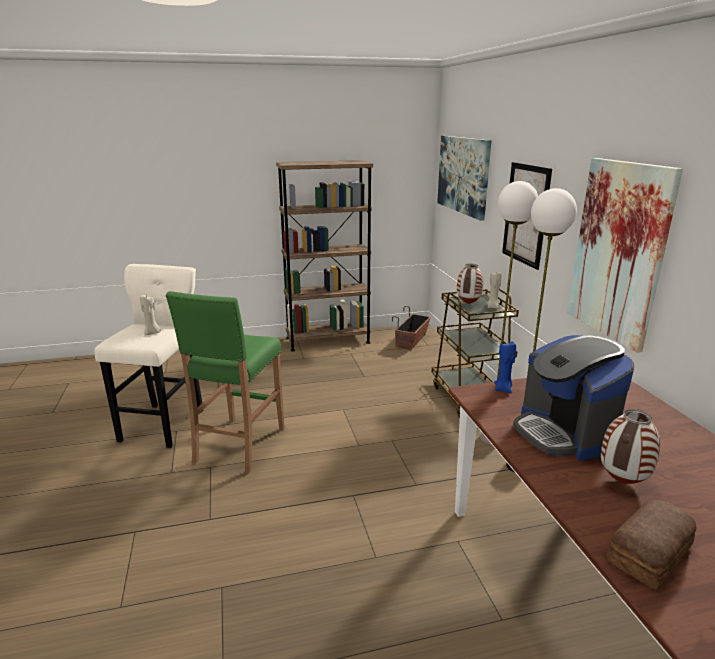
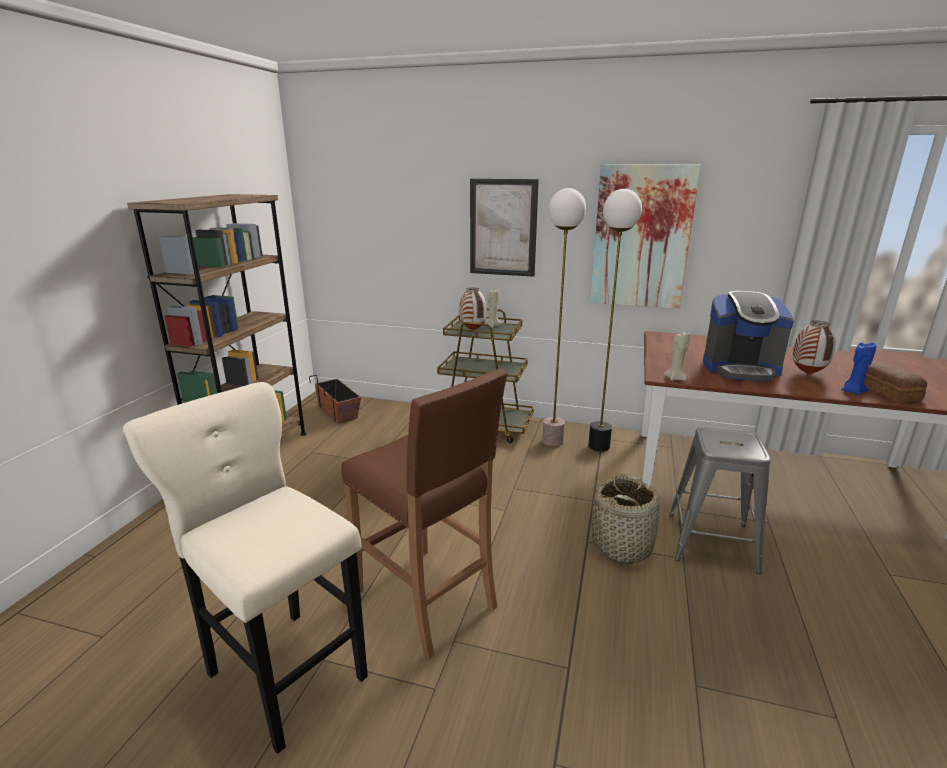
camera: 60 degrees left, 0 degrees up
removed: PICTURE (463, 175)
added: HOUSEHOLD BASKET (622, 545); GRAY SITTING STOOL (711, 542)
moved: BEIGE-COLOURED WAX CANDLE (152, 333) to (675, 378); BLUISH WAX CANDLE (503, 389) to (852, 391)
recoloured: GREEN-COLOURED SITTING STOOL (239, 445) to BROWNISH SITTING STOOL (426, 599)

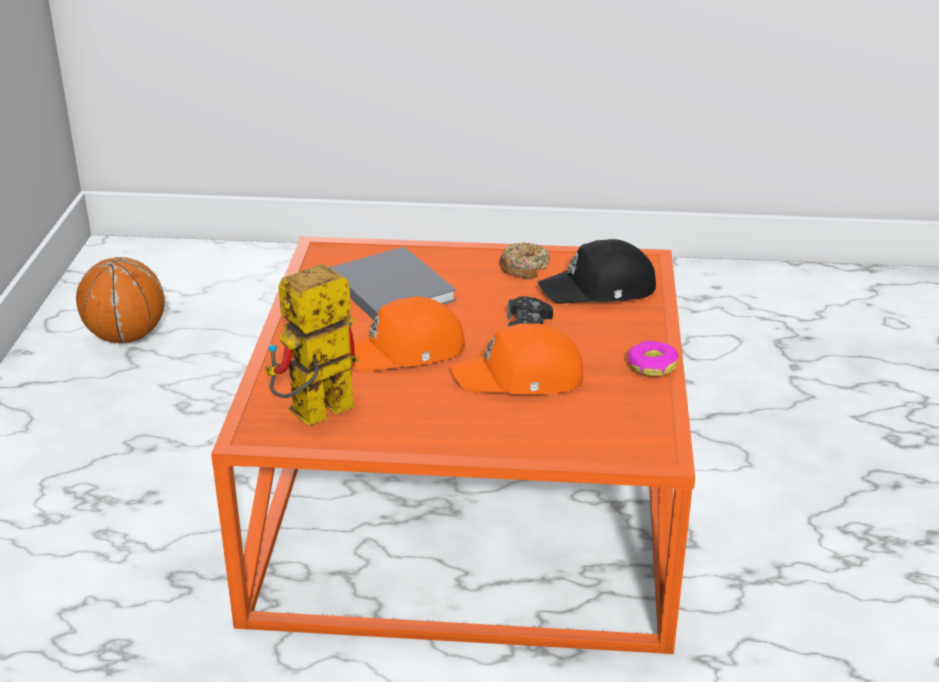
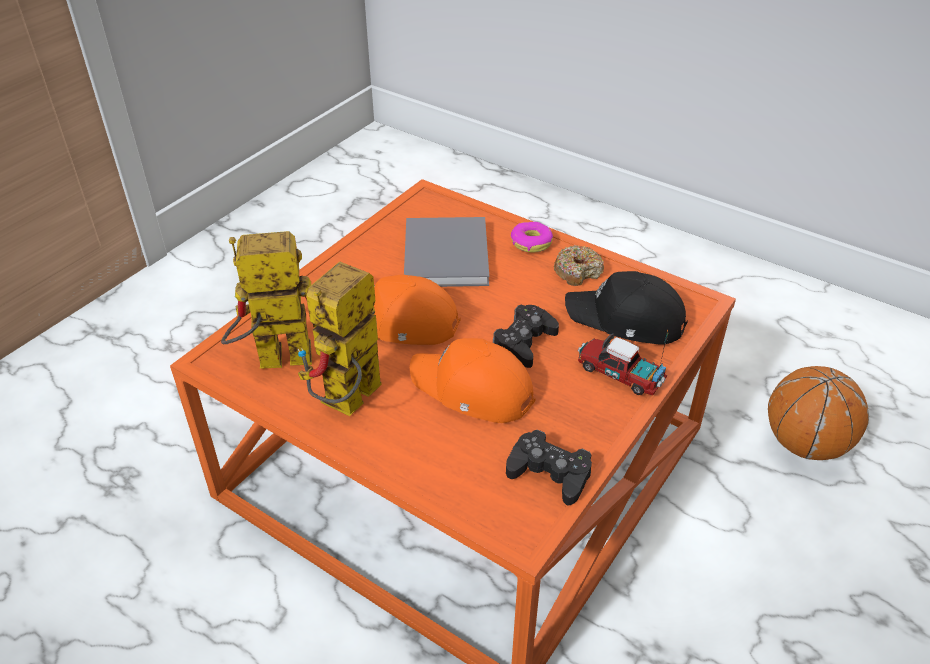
camera: 30 degrees right, 10 degrees up
added: TOY ROBOT (348, 404); BLACKISH GAME CONTROLLER (549, 473); TOY LORRY (619, 374)
moved: DOUGHNUT (651, 365) to (531, 242); BALL FOR BASKETBALL (126, 337) to (805, 444)

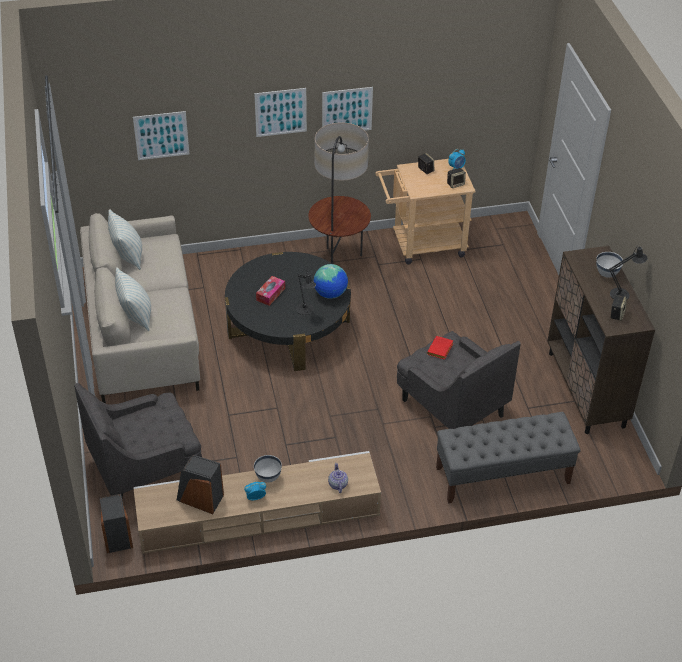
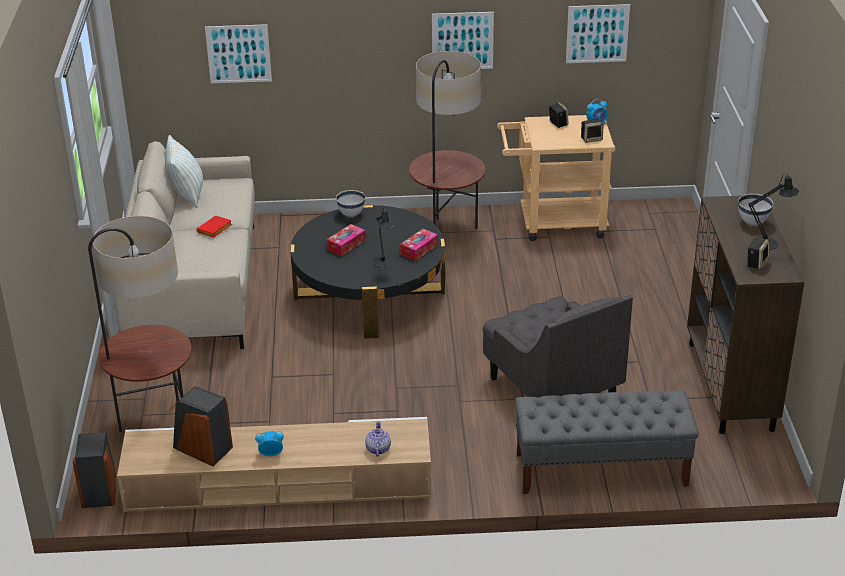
camera: 10 degrees right, 10 degrees down
removed: THROW PILLOW (136, 316)
moved: RED-COLOURED VOLUME (440, 350) to (214, 230); WHITE-COLOURED DEEP DISH (268, 478) to (351, 214); PICTURE (280, 112) to (597, 33)
replaced: GRAY ARMCHAIR (146, 468) to STANDARD LAMP (156, 423); GLOBE (330, 294) to TISSUE BOX (419, 249)

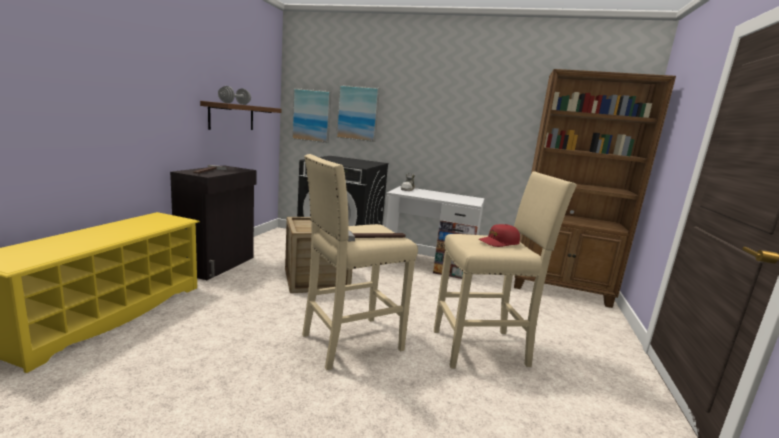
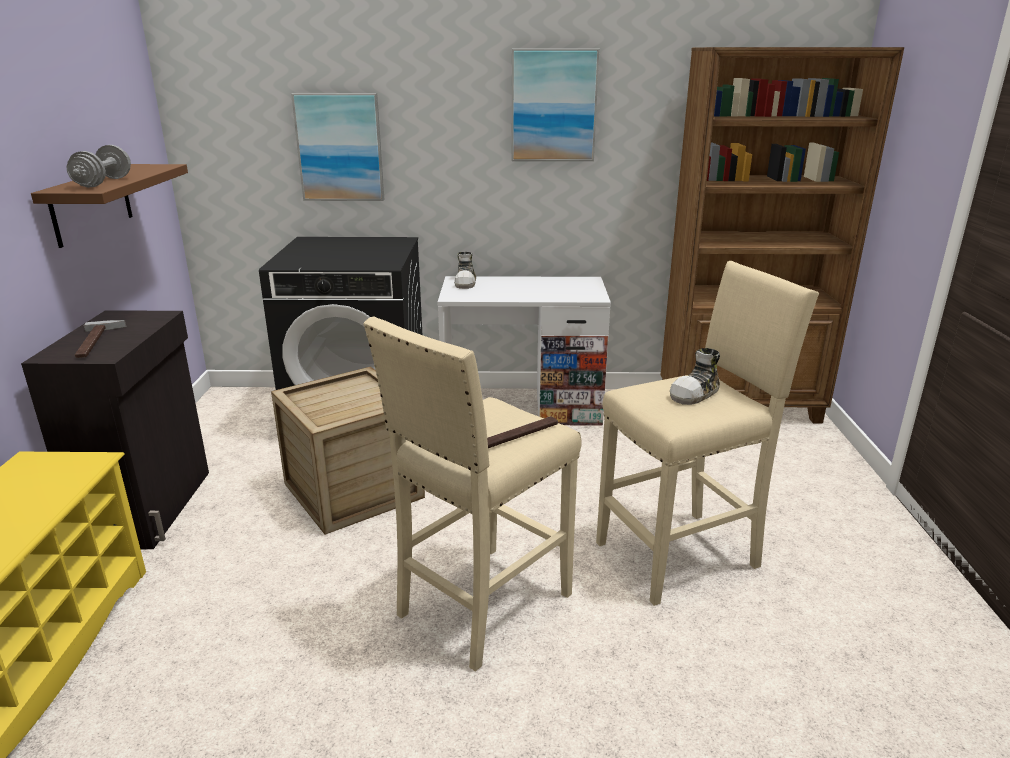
camera: 15 degrees left, 10 degrees up
moved: PICTURE (312, 115) to (553, 106)
replaced: RED-COLOURED BASEBALL CAP (499, 242) to ITEM OF FOOTWEAR (696, 393)

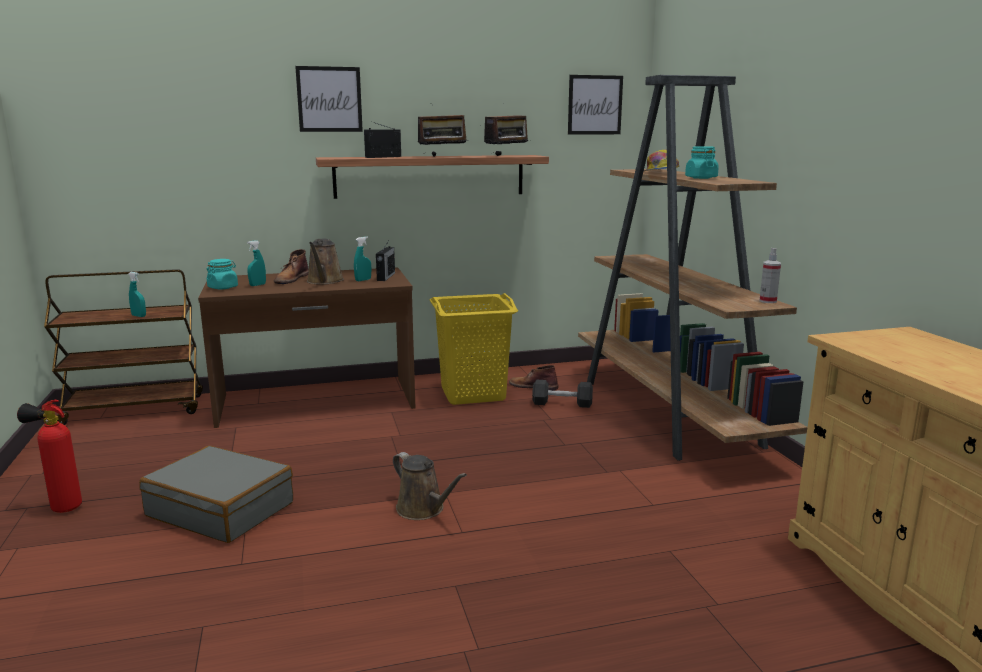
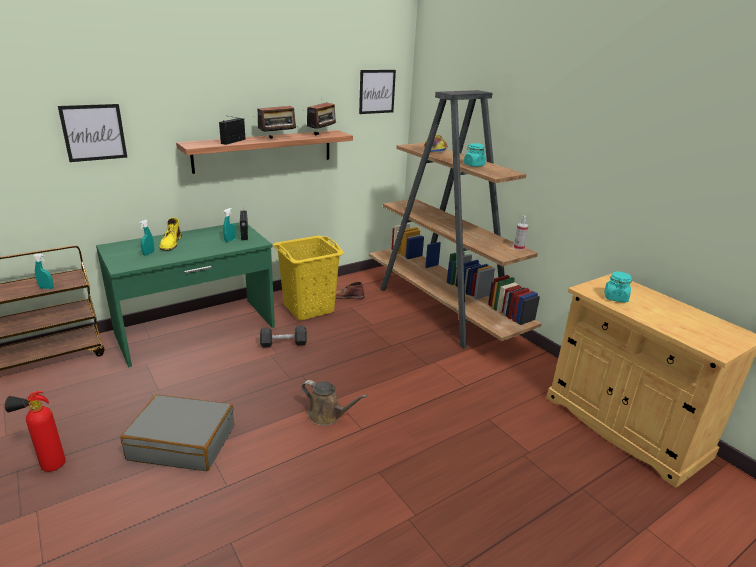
camera: 20 degrees left, 10 degrees up
removed: BROWNISH SPRINKLING CAN (324, 281)
moved: PICTURE (329, 99) to (94, 132); BLACKISH HAND WEIGHT (562, 403) to (283, 343); TURQUOISE-COLOURED STORAGE JAR (223, 287) to (615, 298)
recoloured: BROWNISH DESK UNIT (316, 402) to GREEN-COLOURED DESK UNIT (196, 330); BROWNISH BOOT (291, 279) to YELLOWISH BOOT (171, 243)

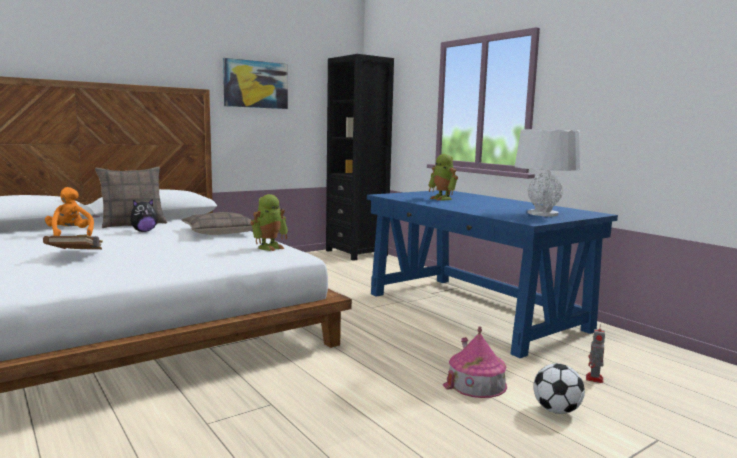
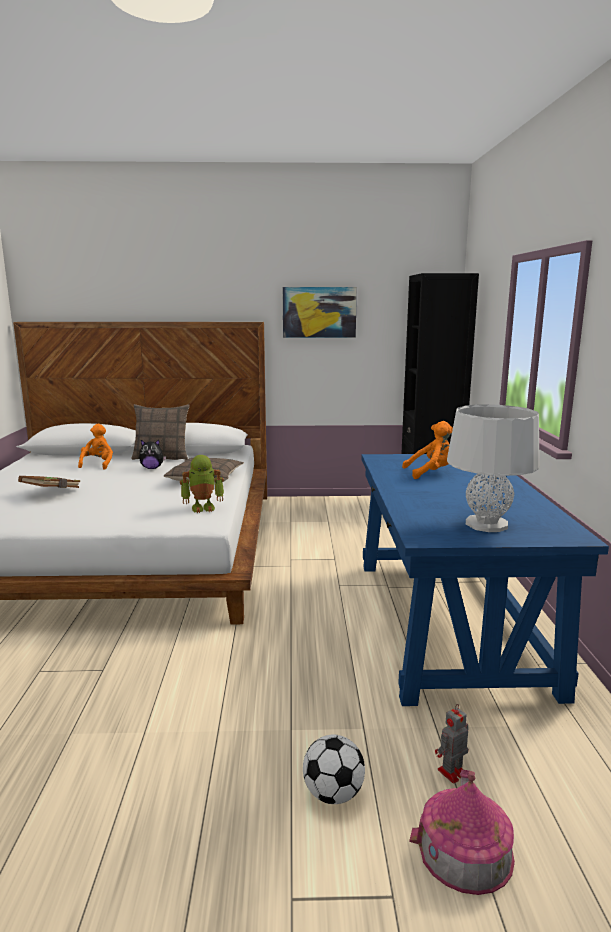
camera: 35 degrees right, 5 degrees up
moved: MODEL HOUSE (476, 383) to (464, 849)
replaced: TOY ROBOT (442, 199) to ORANGEY SOFT TOY (431, 473)

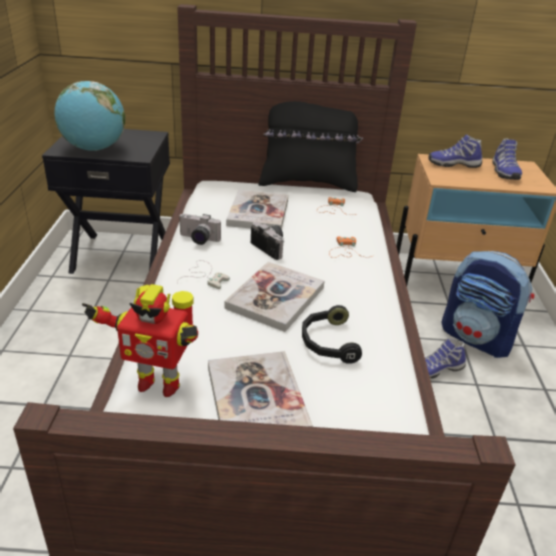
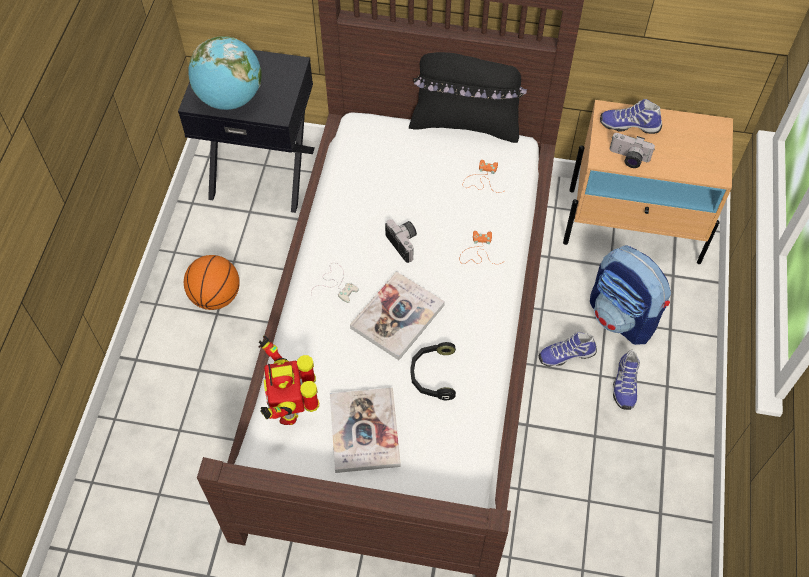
camera: 10 degrees right, 25 degrees up
removed: VOLUME (258, 212)
added: BALL FOR BASKETBALL (216, 296)
moved: PHOTO CAMERA (198, 239) to (628, 158); ITEM OF FOOTWEAR (503, 172) to (624, 384)
turned: TOY ROBOT (158, 382) = (290, 409) 60 degrees clockwise

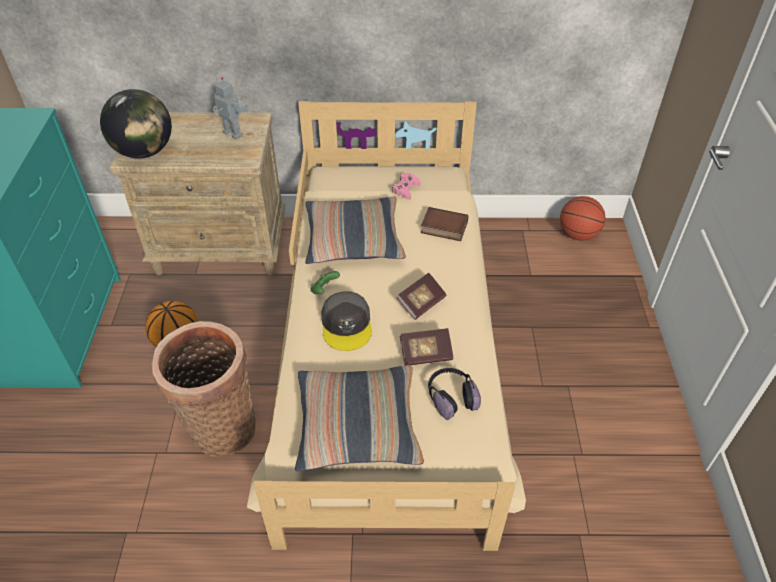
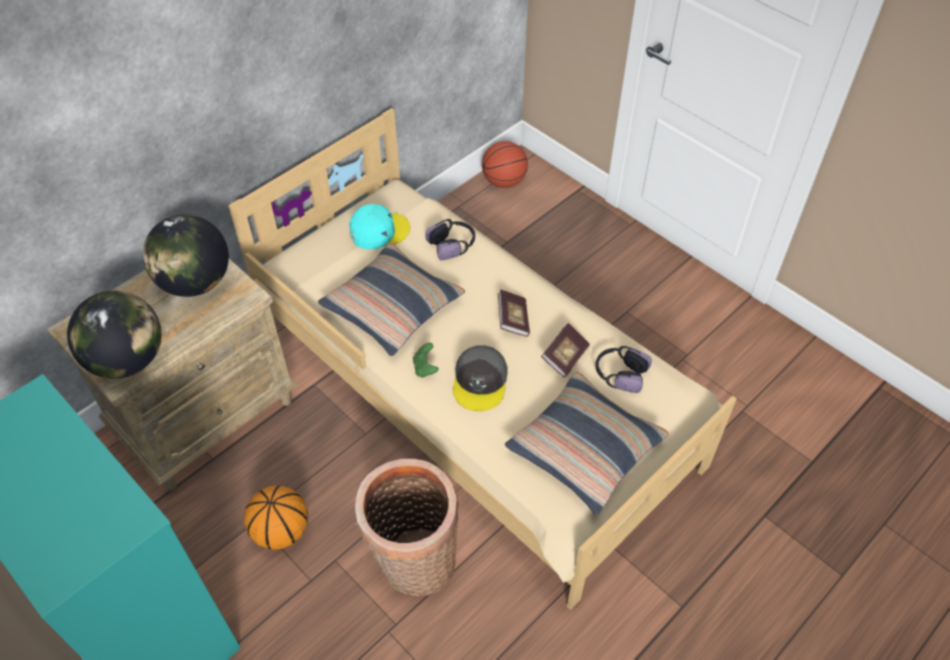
camera: 45 degrees left, 5 degrees up
replaced: TOY ROBOT (231, 134) to GLOBE (195, 282); PINK GAME CONTROLLER (406, 189) to TURQUOISE-COLOURED BASEBALL CAP (379, 231); VOLUME (443, 228) to HEADPHONES (452, 245)
turned: GRAY BASEBALL CAP (347, 325) = (480, 382) 60 degrees clockwise

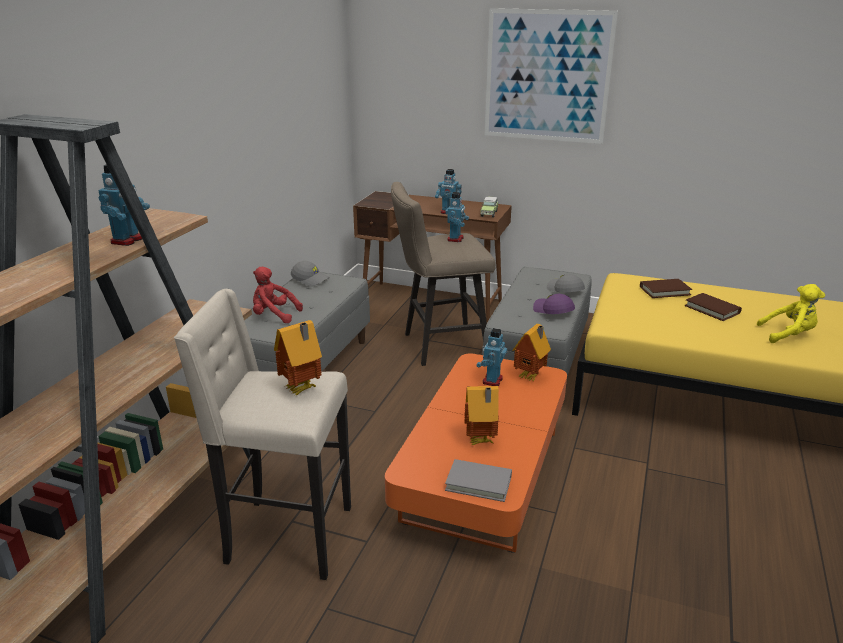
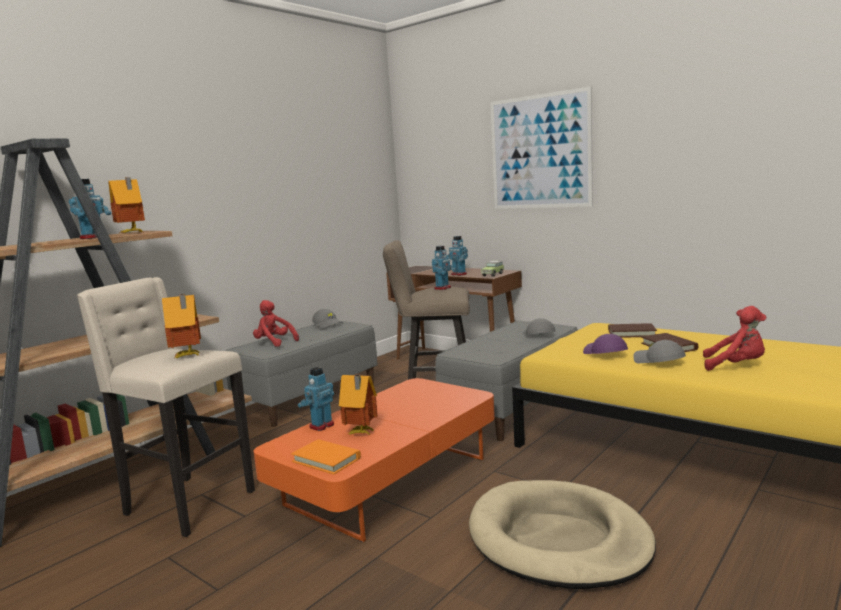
camera: 20 degrees right, 15 degrees down
added: BEIGE-COLOURED DOG BED (558, 539); GRAY BASEBALL CAP (658, 362)
moved: MODEL HOUSE (531, 377) to (131, 233); TOY ROBOT (492, 380) to (321, 426); PURPLE-COLOURED BASEBALL CAP (552, 311) to (604, 354)
recoloured: GRAY VOLUME (478, 483) to ORANGEY VOLUME (326, 460); YELLOWISH SOFT TOY (788, 335) to RED-COLOURED SOFT TOY (736, 366)

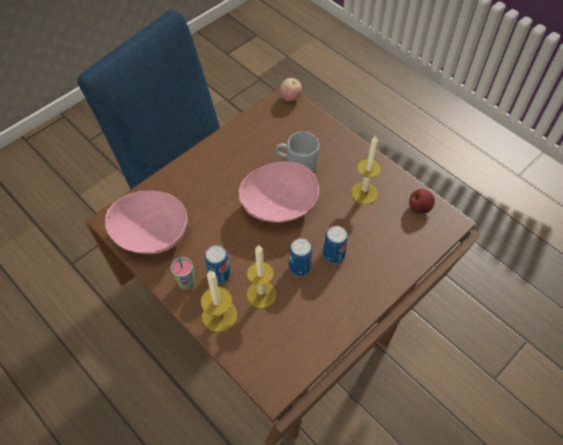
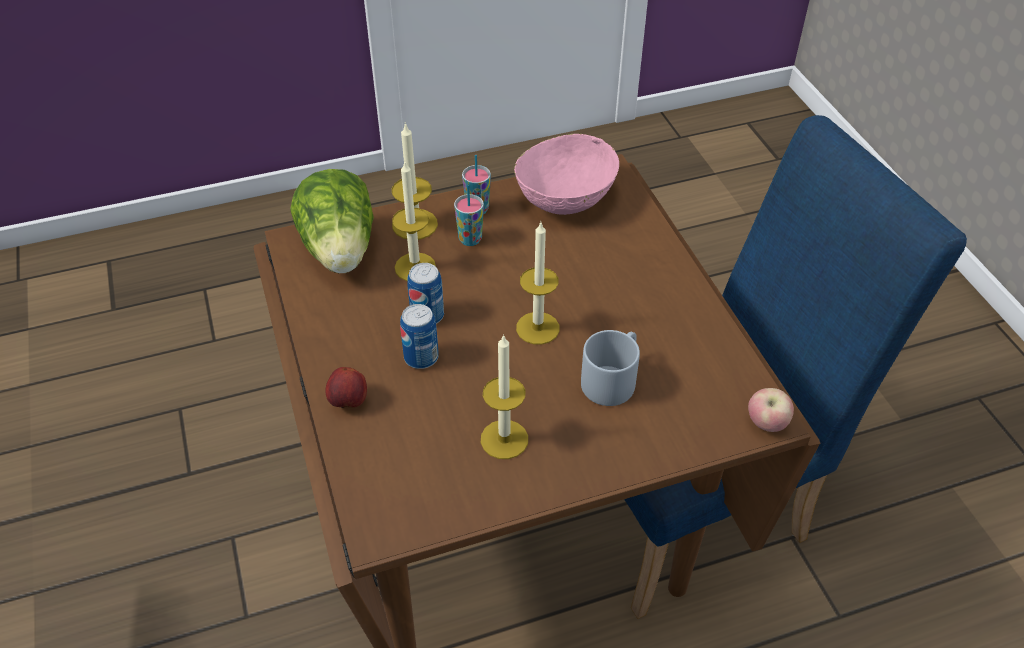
camera: 115 degrees right, 10 degrees down
added: LETTUCE HEAD (340, 251)
moved: WHOLE APPLE (419, 208) to (349, 402)
replaced: CAN (219, 274) to SMALL CUP (470, 239); PINK DEEP DISH (279, 207) to WAX CANDLE (537, 328)

